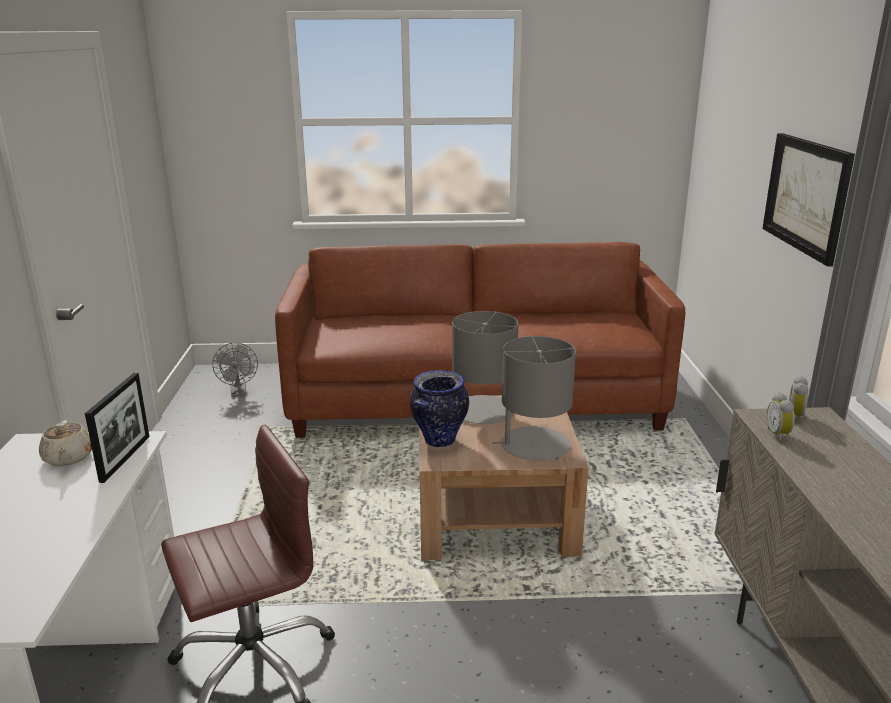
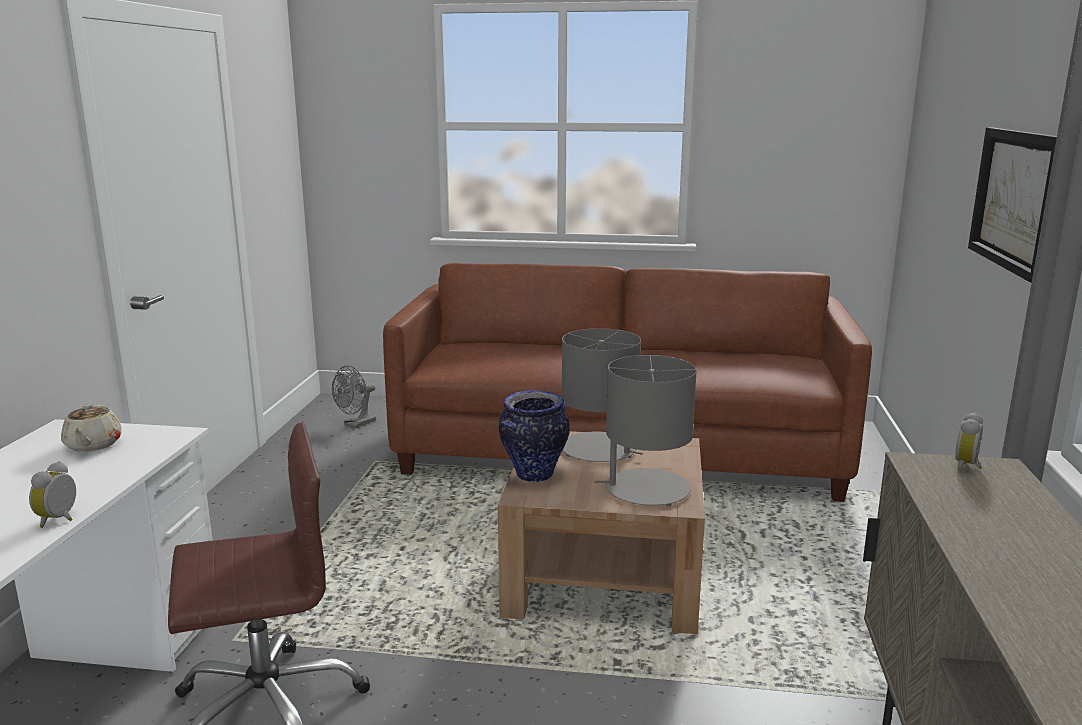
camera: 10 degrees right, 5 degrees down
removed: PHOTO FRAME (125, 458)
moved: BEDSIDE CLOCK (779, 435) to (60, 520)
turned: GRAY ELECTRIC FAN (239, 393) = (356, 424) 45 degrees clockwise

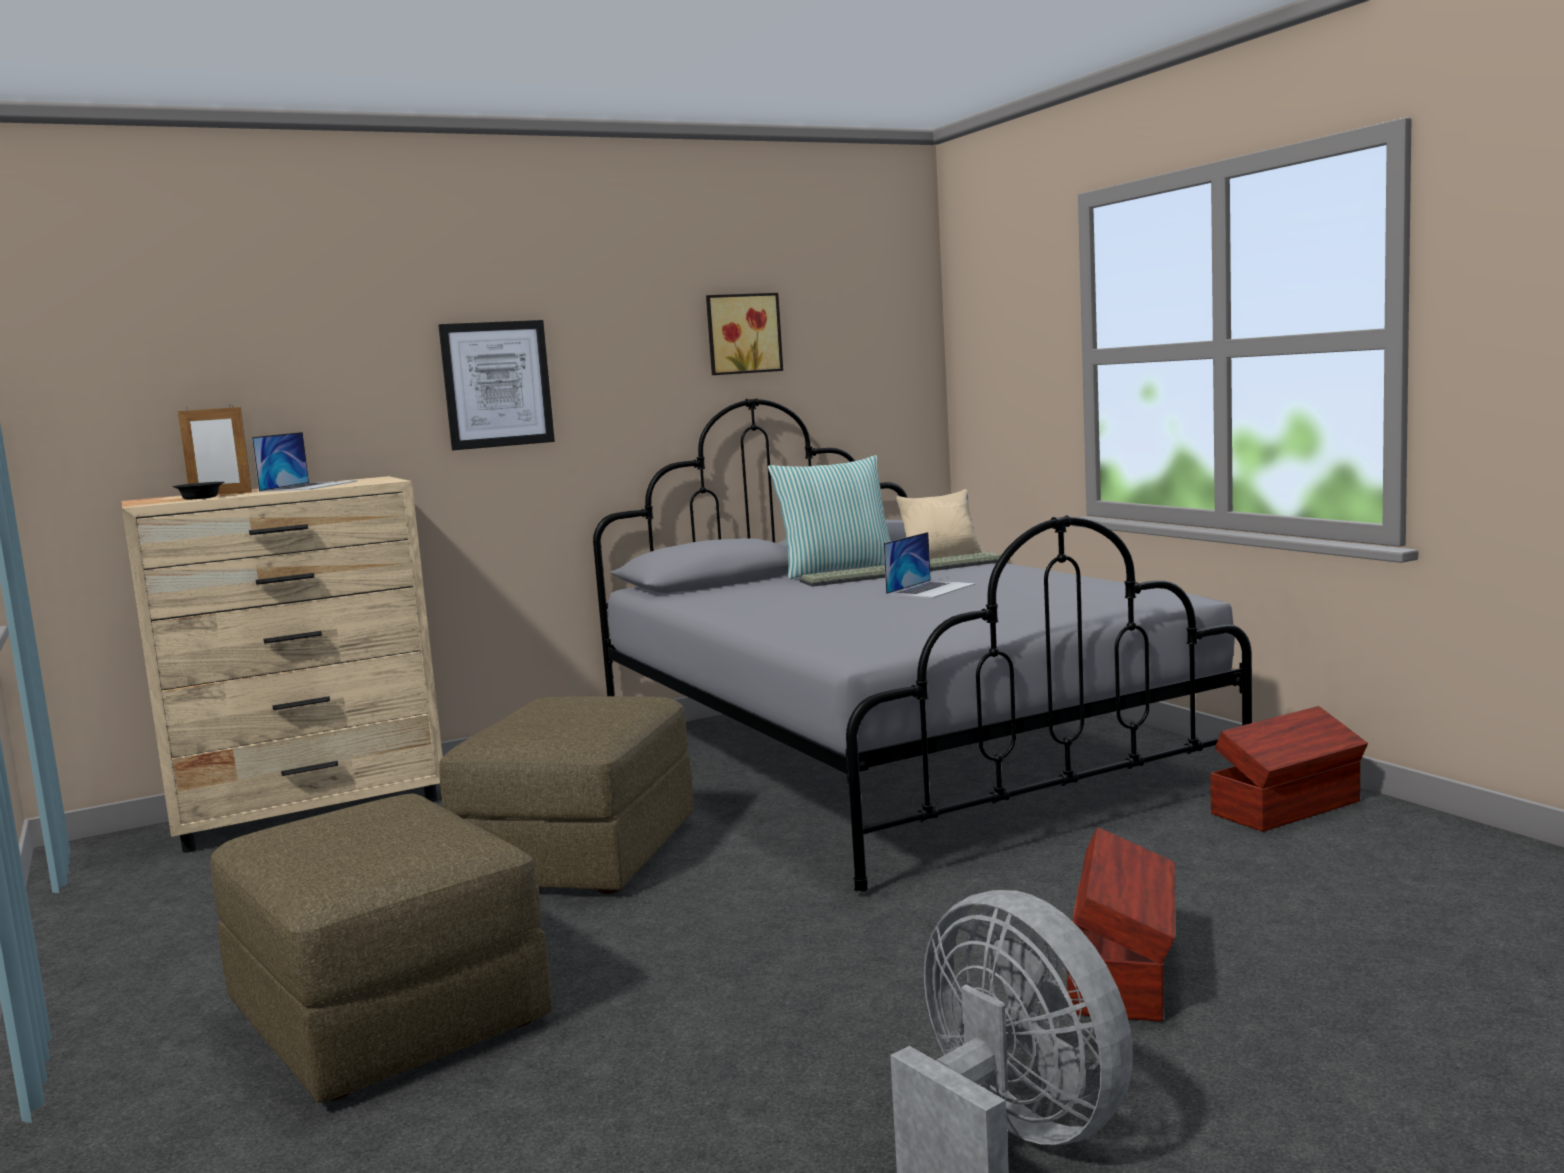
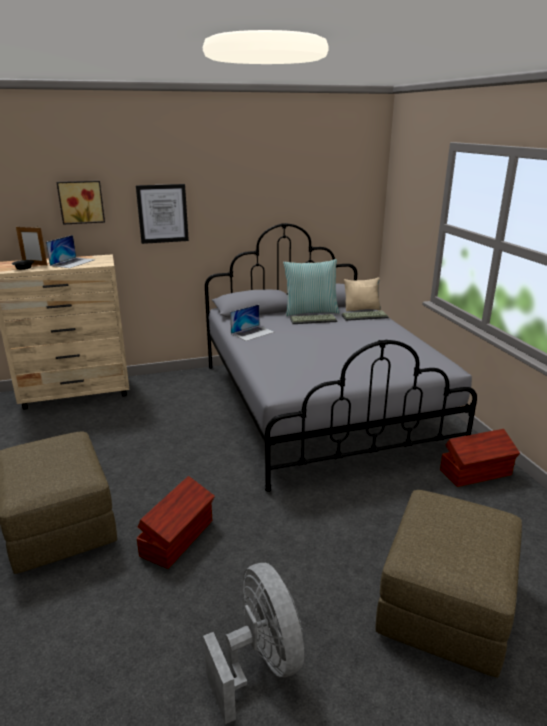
camera: 10 degrees right, 15 degrees up
moved: PICTURE (742, 334) to (81, 202); BROWNISH STORAGE CONTAINER (1122, 972) to (178, 538); NOTEBOOK COMPUTER (931, 589) to (252, 333); BROWNISH POUFFE (580, 853) to (445, 604)

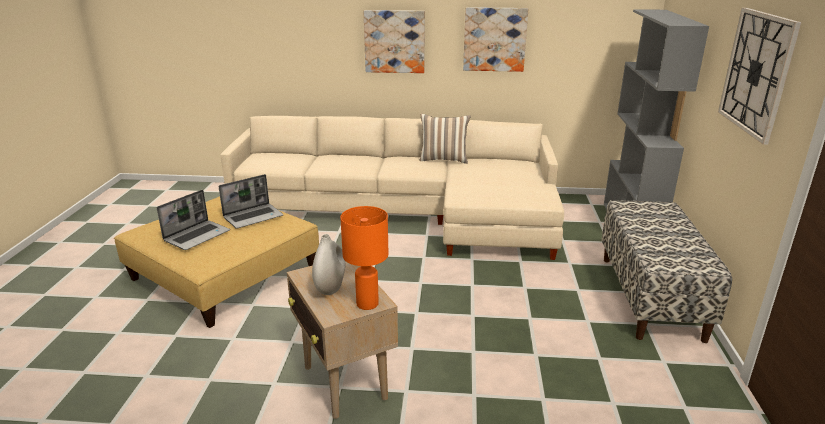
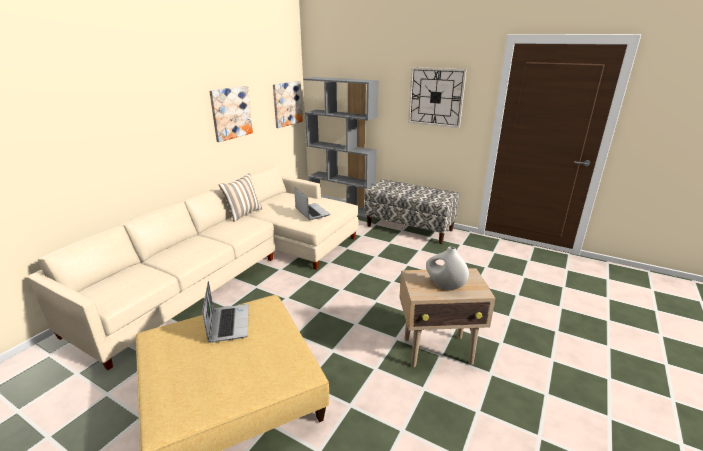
camera: 65 degrees left, 0 degrees up
removed: ORANGEY TABLETOP LAMP (368, 304)
moved: PICTURE (394, 41) to (287, 103); NOTEBOOK COMPUTER (197, 236) to (311, 212)

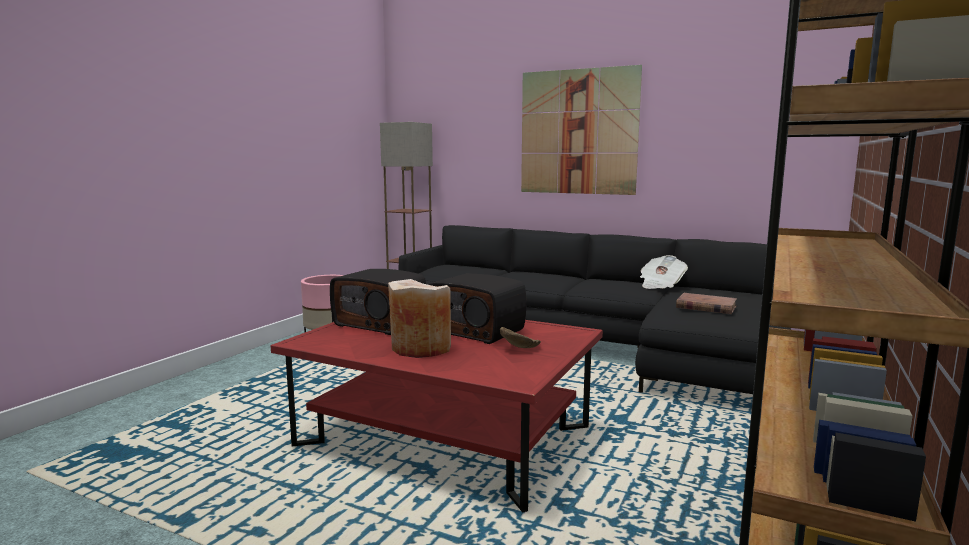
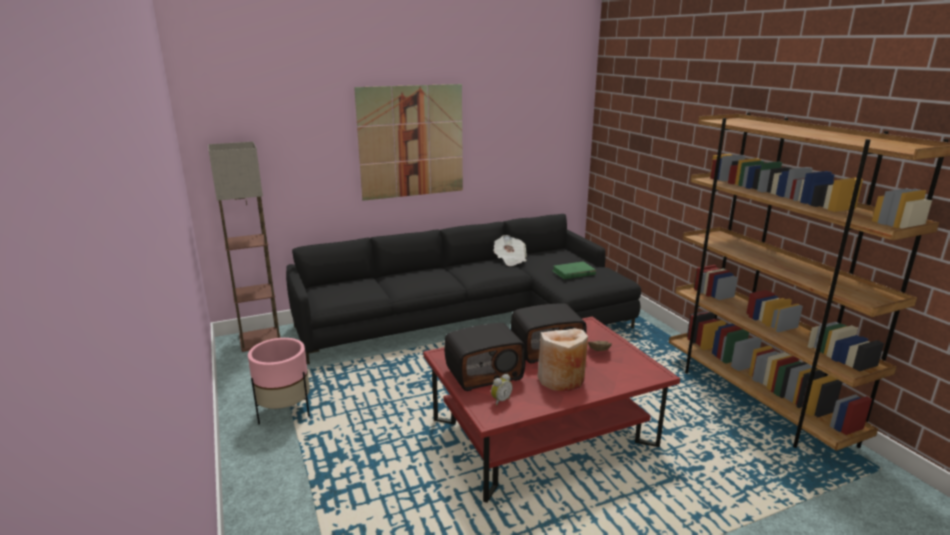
camera: 50 degrees left, 10 degrees up
added: BEDSIDE CLOCK (500, 400)
recoloured: BROWNISH VOLUME (705, 307) to GREEN-COLOURED VOLUME (573, 273)

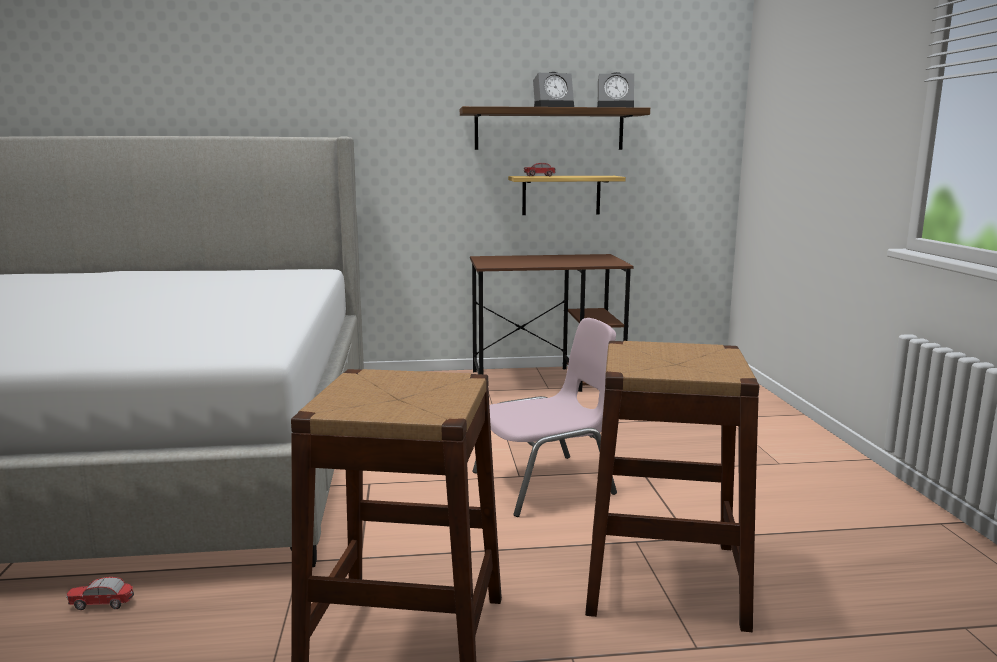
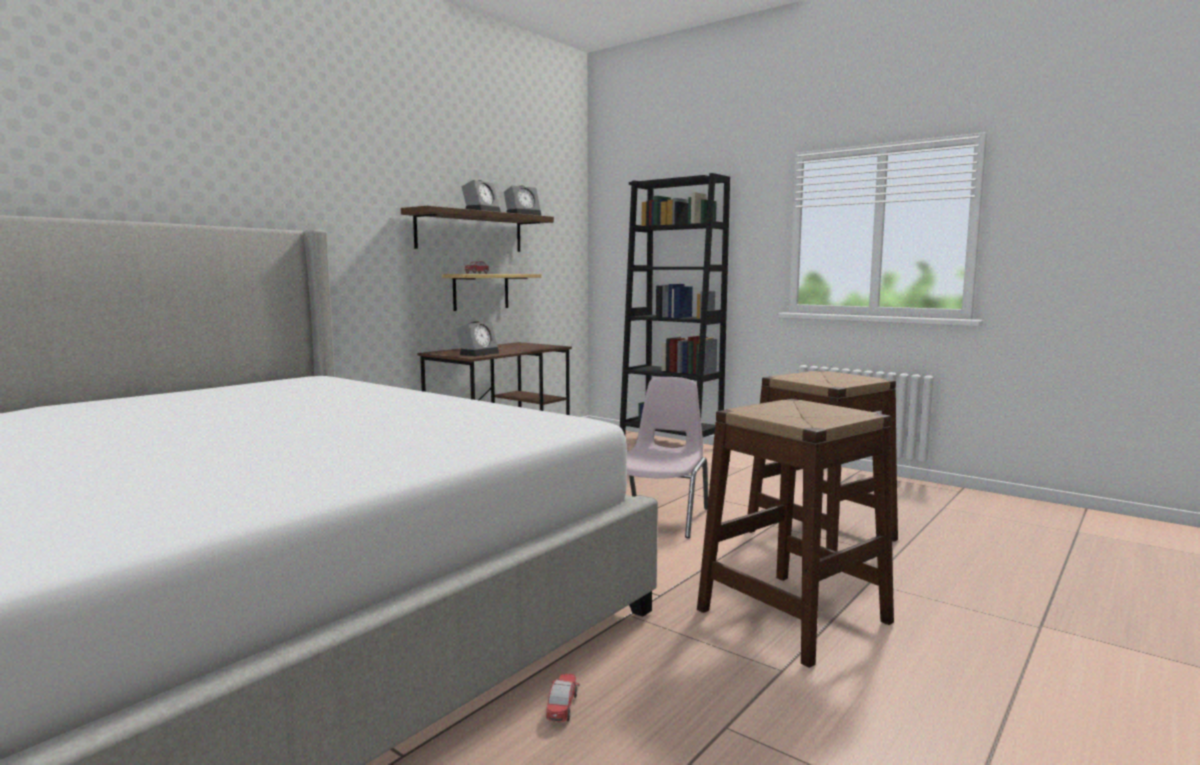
camera: 45 degrees left, 5 degrees down
added: BEDSIDE CLOCK (478, 353); BLACKISH SHELVING UNIT (670, 445)
turned: TOY CAR (102, 604) = (562, 708) 150 degrees clockwise

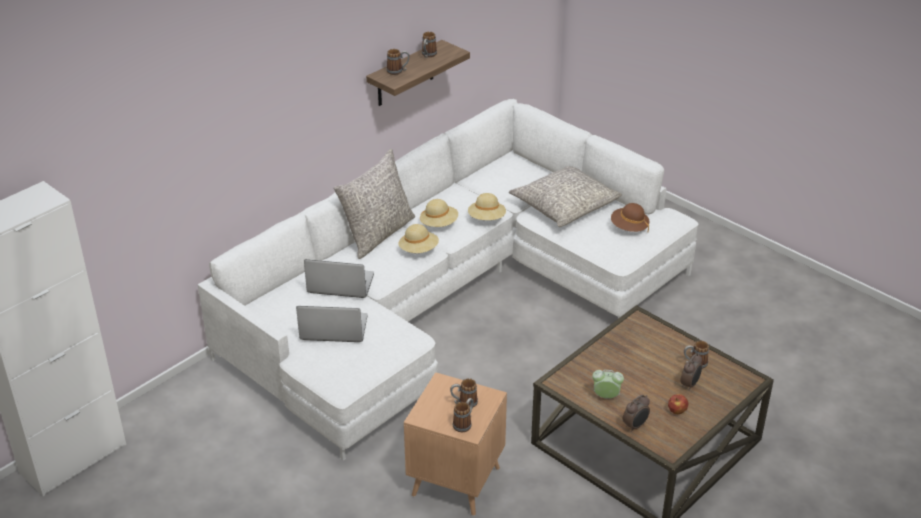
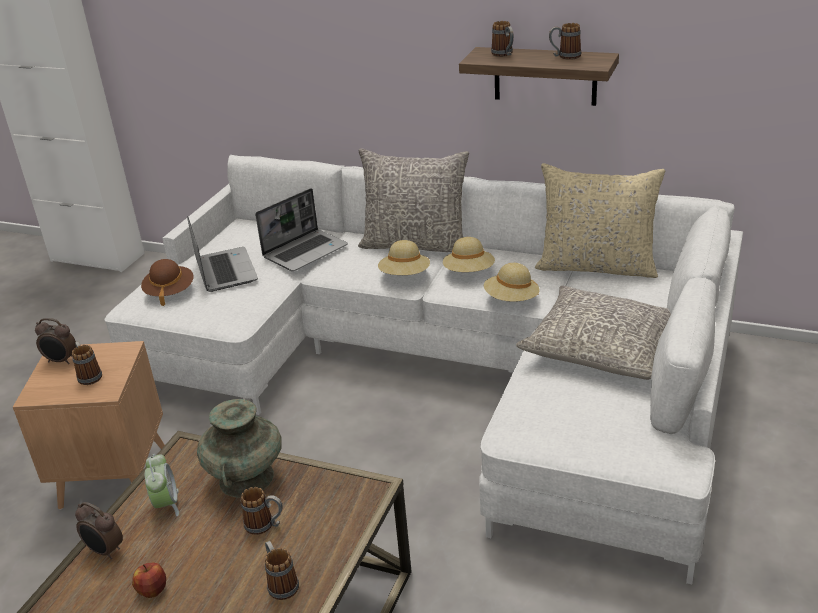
camera: 70 degrees right, 5 degrees down
added: TURQUOISE-COLOURED DECORATIVE VASE (246, 479); BEIGE-COLOURED THROW PILLOW (596, 266)
moved: BEDSIDE CLOCK (690, 384) to (61, 361); BROWNISH WEARABLE HAT (629, 227) to (170, 292); TEA MUG (464, 423) to (265, 525)
turned: NOTEBOOK COMPUTER (339, 284) = (305, 251) 60 degrees clockwise

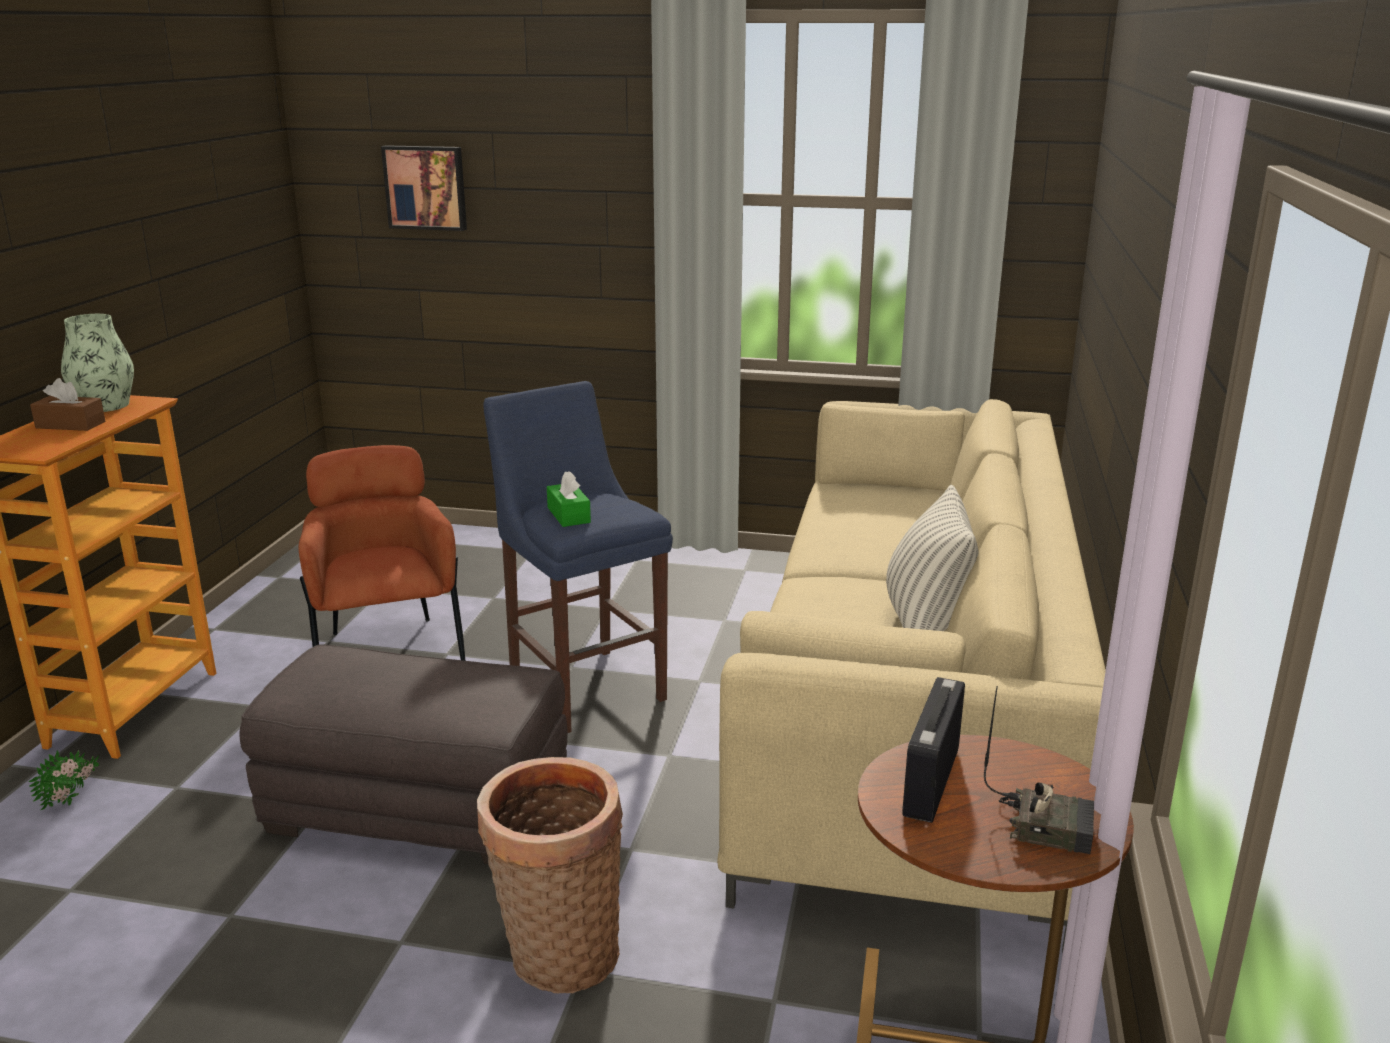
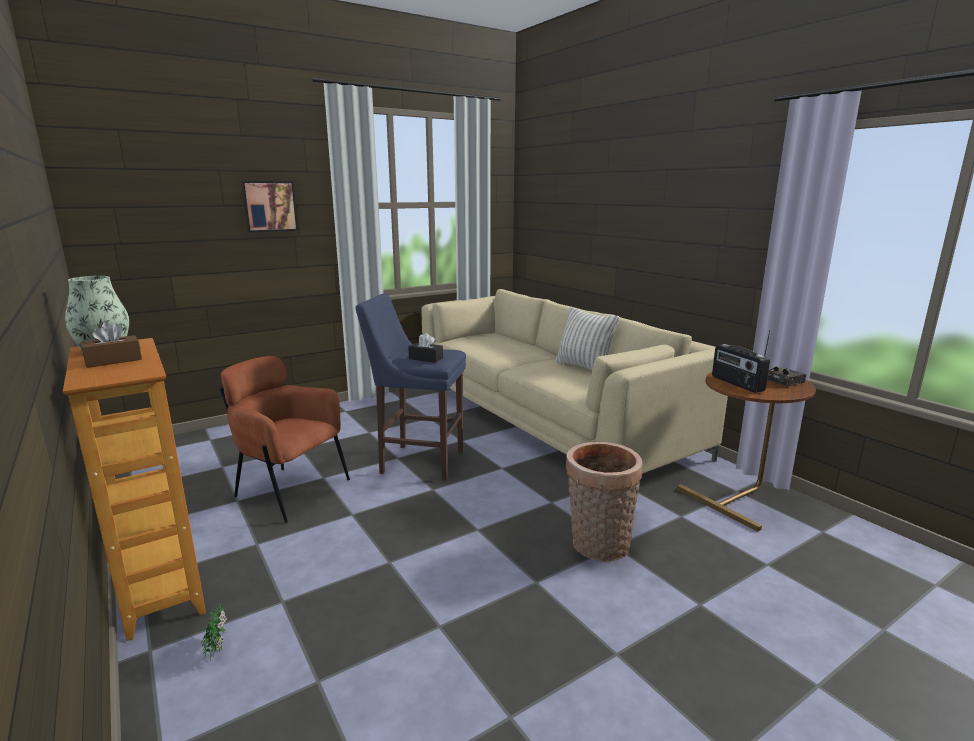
camera: 45 degrees left, 5 degrees down
removed: GRAY POUFFE (421, 808)
moved: PICTURE (426, 187) to (269, 206)
recoloured: GREEN-COLOURED TISSUE BOX (568, 515) to BLACKISH TISSUE BOX (426, 358)

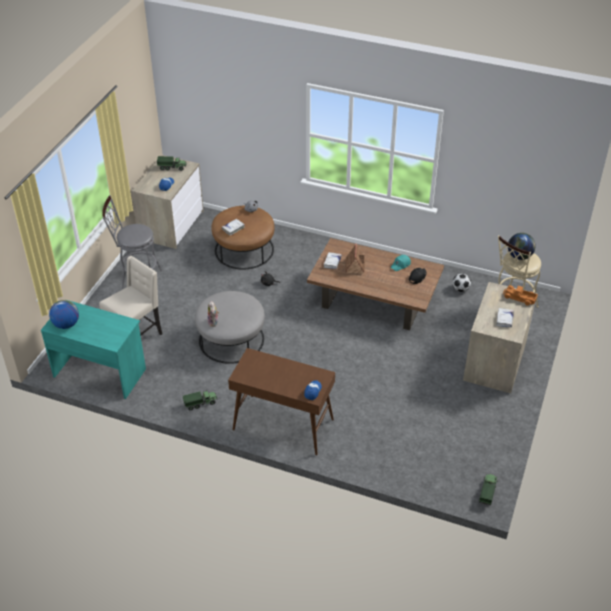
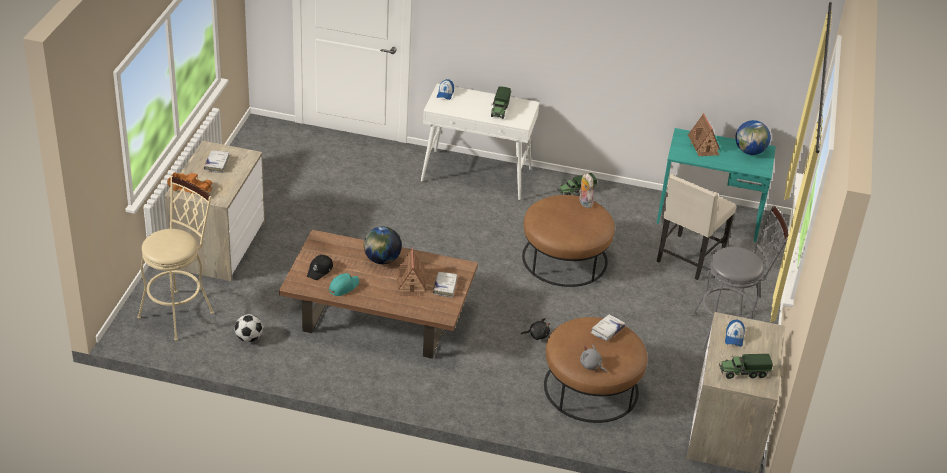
camera: 170 degrees right, 5 degrees down
added: MODEL HOUSE (703, 146)
moved: GLOBE (519, 256) to (382, 260); TOY LORRY (487, 492) to (500, 110)
recoloured: BROWNISH CONSOLE TABLE (282, 425) to WHITE-COLOURED CONSOLE TABLE (477, 175); GRAY POUFFE (231, 339) to BROWNISH POUFFE (565, 258)

